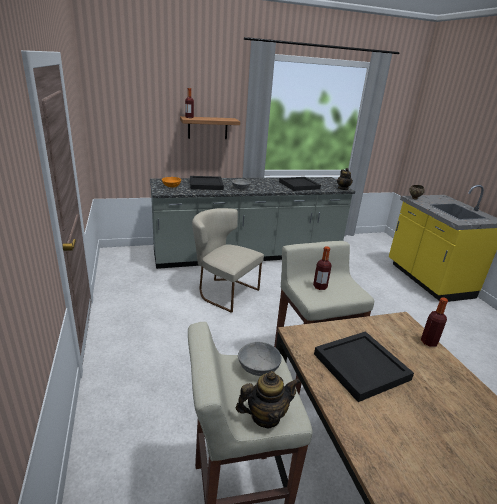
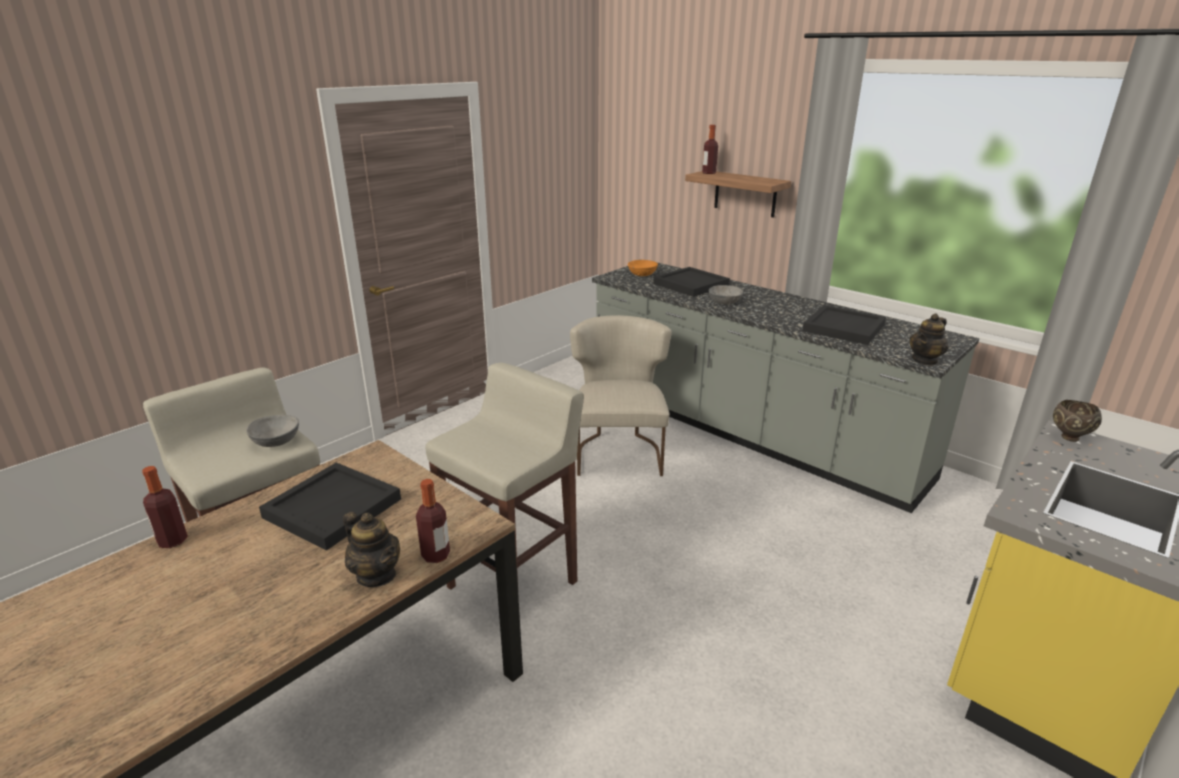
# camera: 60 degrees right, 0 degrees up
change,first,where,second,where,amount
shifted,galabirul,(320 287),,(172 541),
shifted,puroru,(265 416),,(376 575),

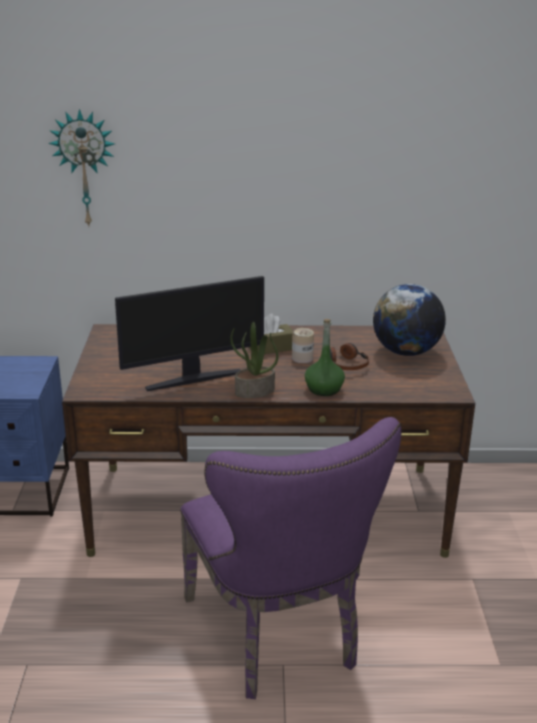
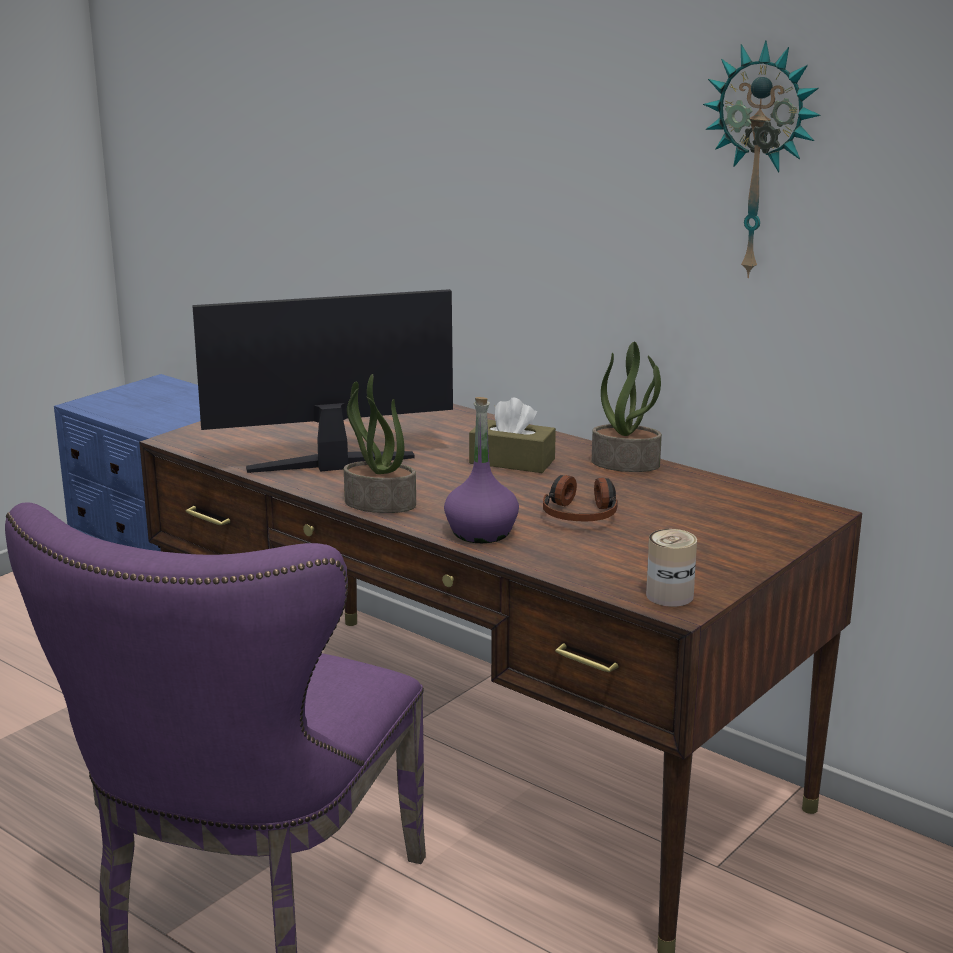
# camera: 40 degrees right, 5 degrees down
change,first,where,second,where,amount
rotated,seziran,(193 379),,(332 465),150 degrees clockwise
repainted,green_galabirul,(323 389),purple_galabirul,(481 532),
new,,,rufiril,(626 463),
shifted,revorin,(302 358),,(669 595),
shifted,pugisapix,(85 168),,(761 161),
gone,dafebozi,(406 352),,,

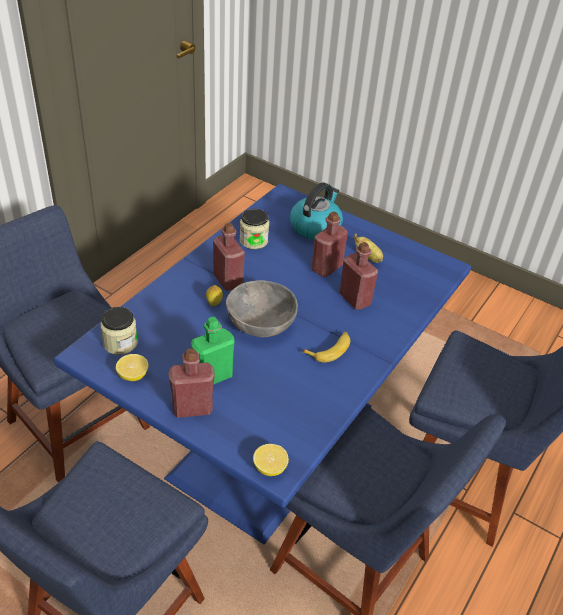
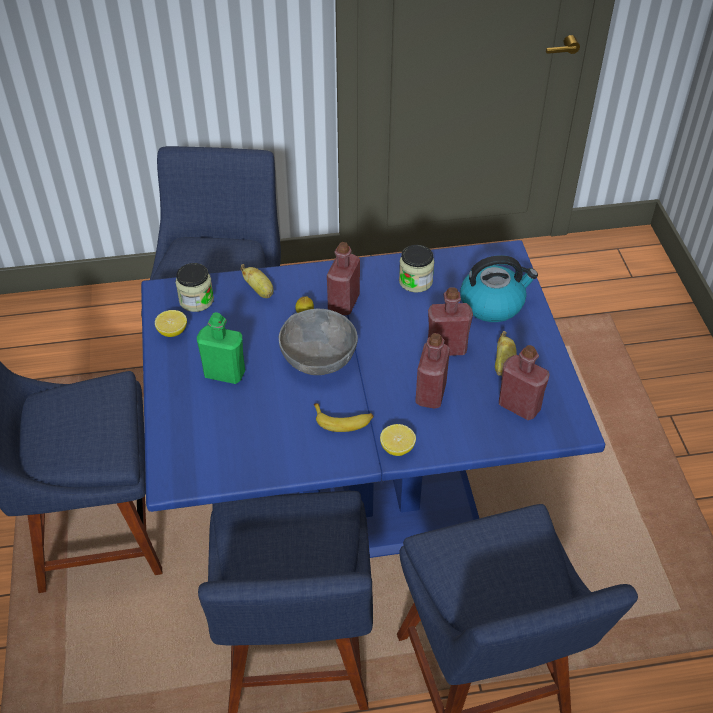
# camera: 50 degrees right, 5 degrees up
change,first,where,second,where,amount
new,,,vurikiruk,(260 291),
shifted,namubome,(270 468),,(397 448),
shifted,red_galabirul,(192 408),,(519 406),

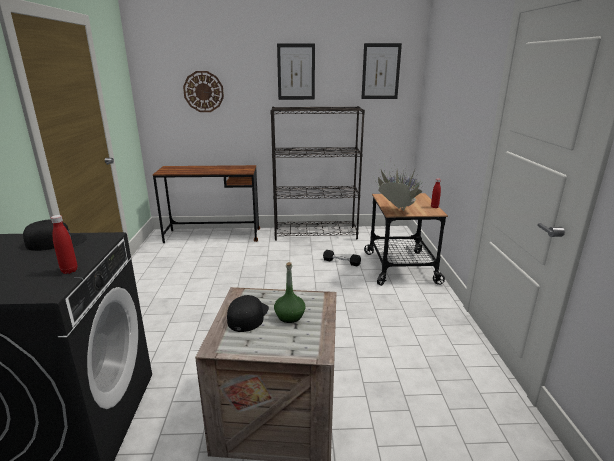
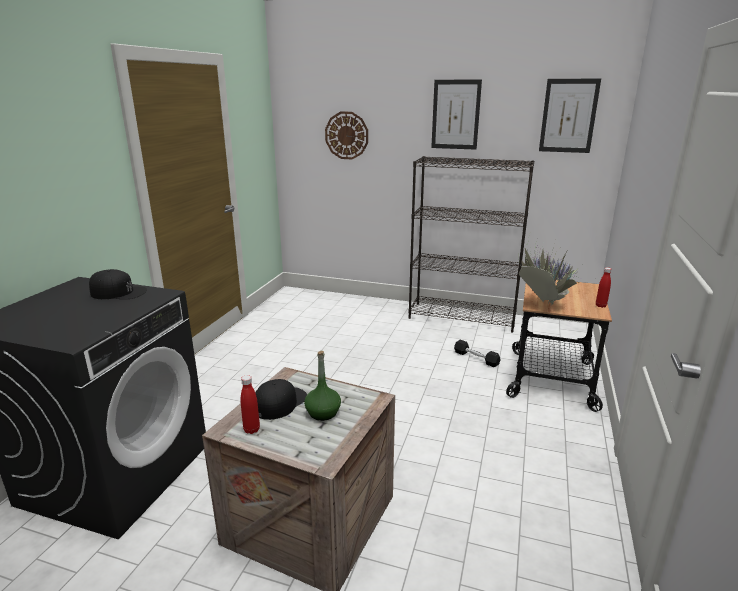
# camera: 20 degrees right, 0 degrees up
change,first,where,second,where,amount
shifted,red_galabirul,(69 271),,(251 430),
gone,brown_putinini,(213 235),,,

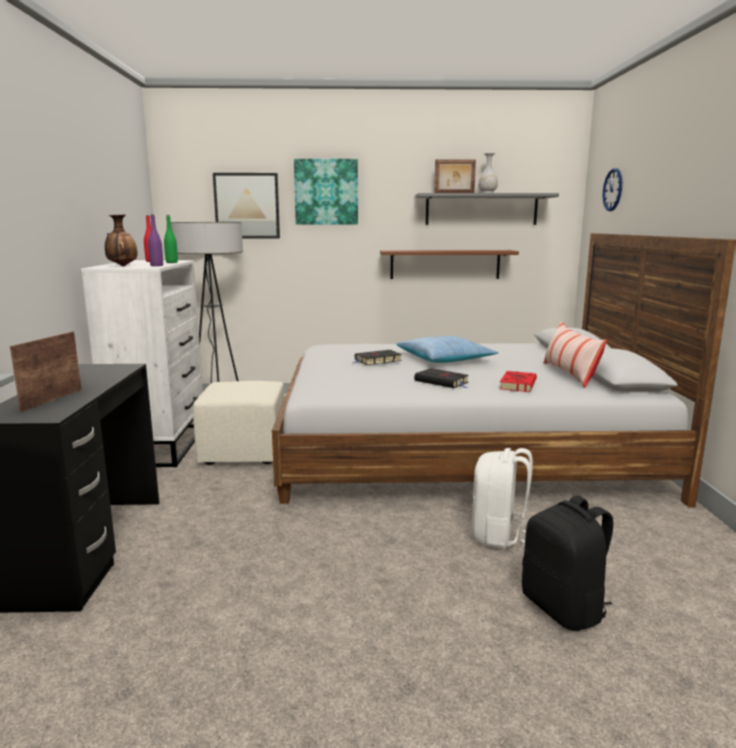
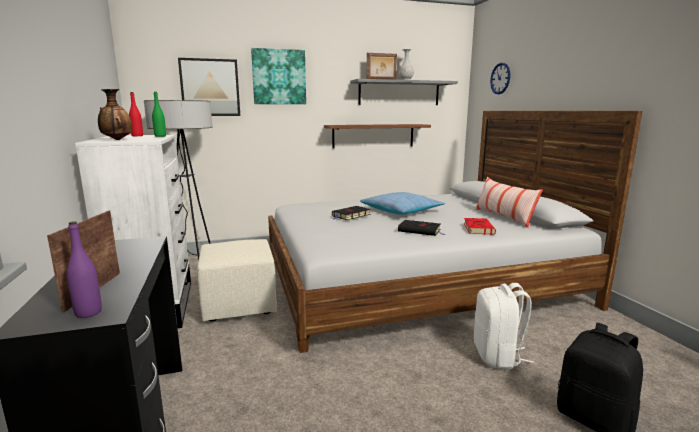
# camera: 15 degrees left, 0 degrees up
change,first,where,second,where,amount
shifted,purple_galabirul,(156 265),,(88 313),

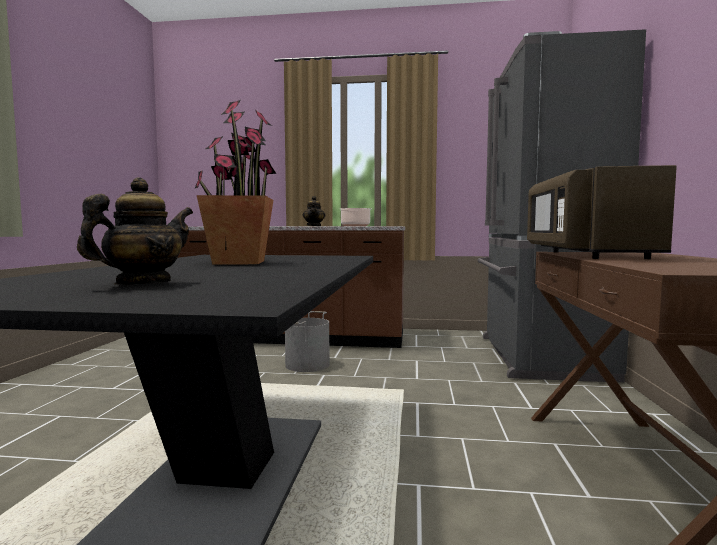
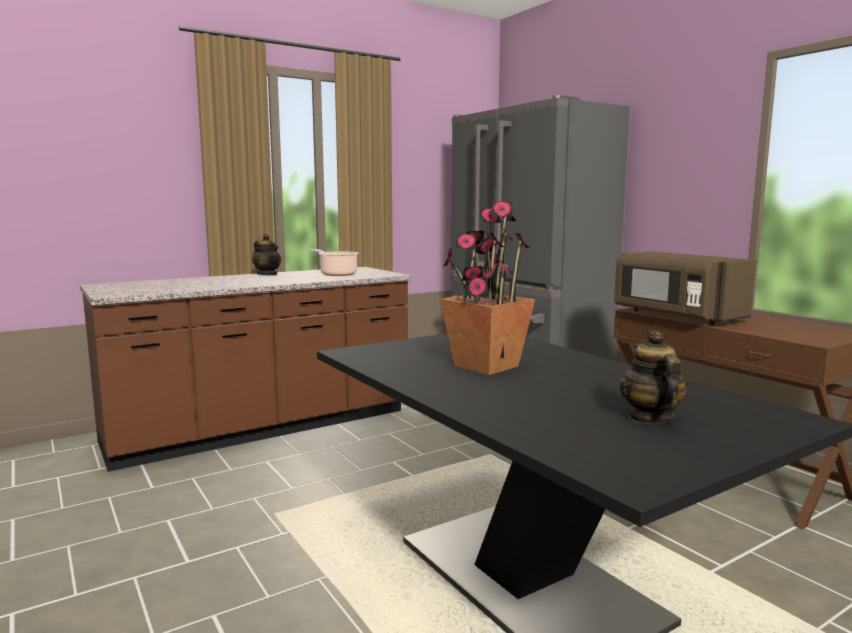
# camera: 40 degrees left, 5 degrees up
change,first,where,second,where,amount
gone,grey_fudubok,(308 365),,,

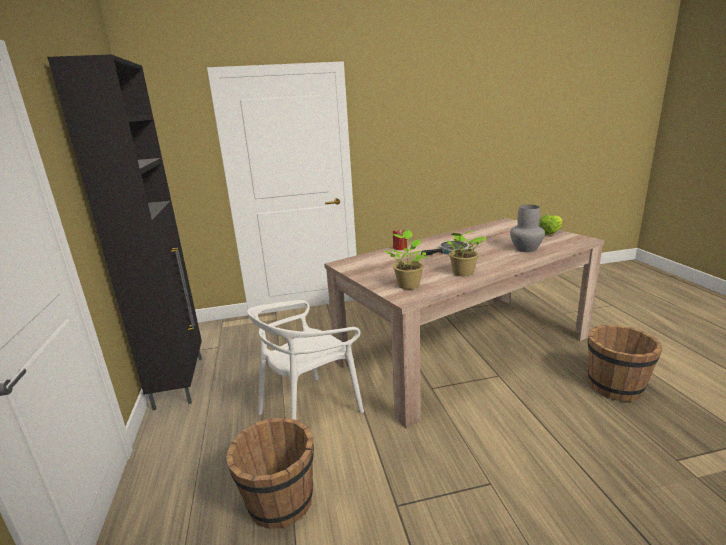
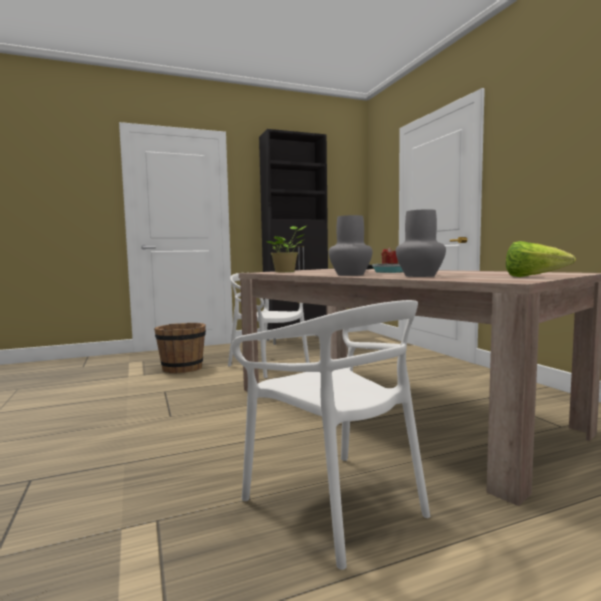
# camera: 80 degrees right, 15 degrees down
change,first,where,second,where,amount
swapped,brown_fudubok,(615 386),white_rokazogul,(335 503),
new,,,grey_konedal,(350 275),
gone,rufiril,(462 273),,,

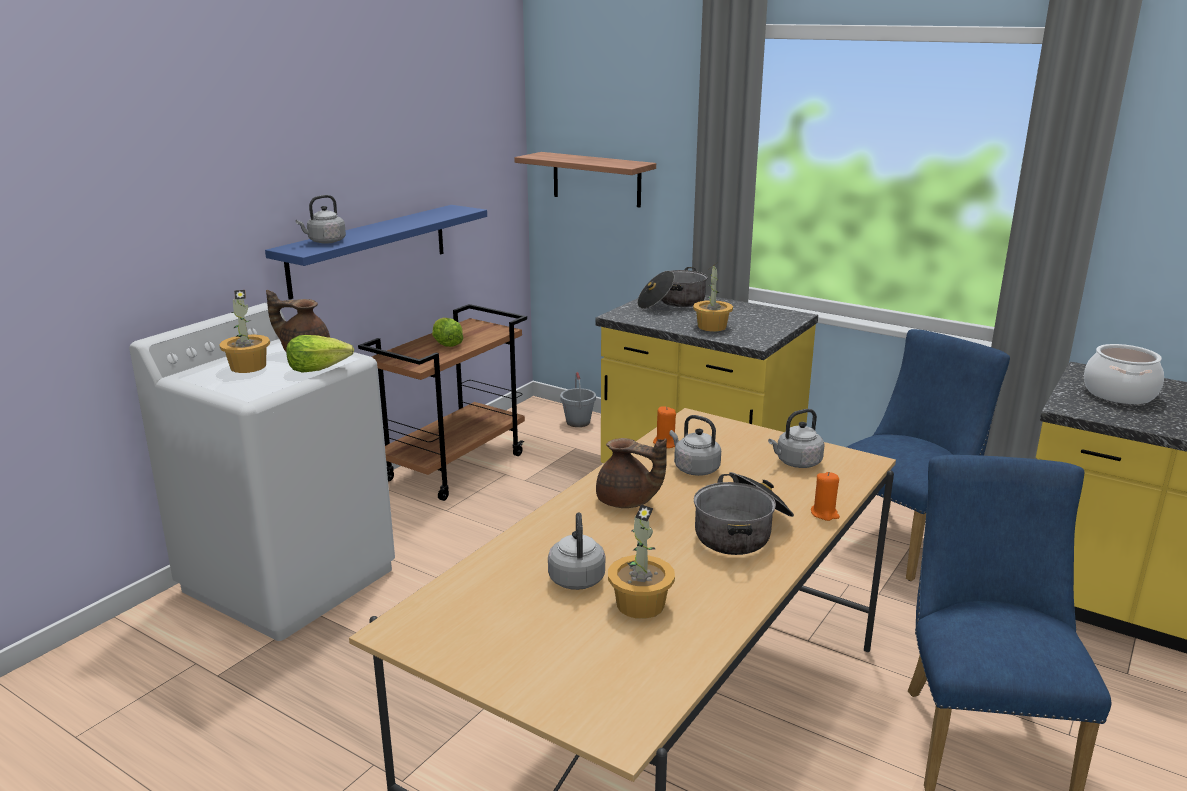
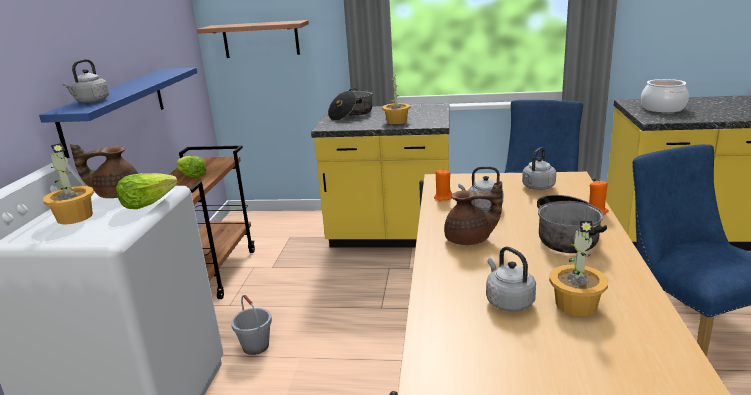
# camera: 25 degrees left, 0 degrees up
change,first,where,second,where,amount
shifted,grey_fudubok,(578 422),,(255 346),

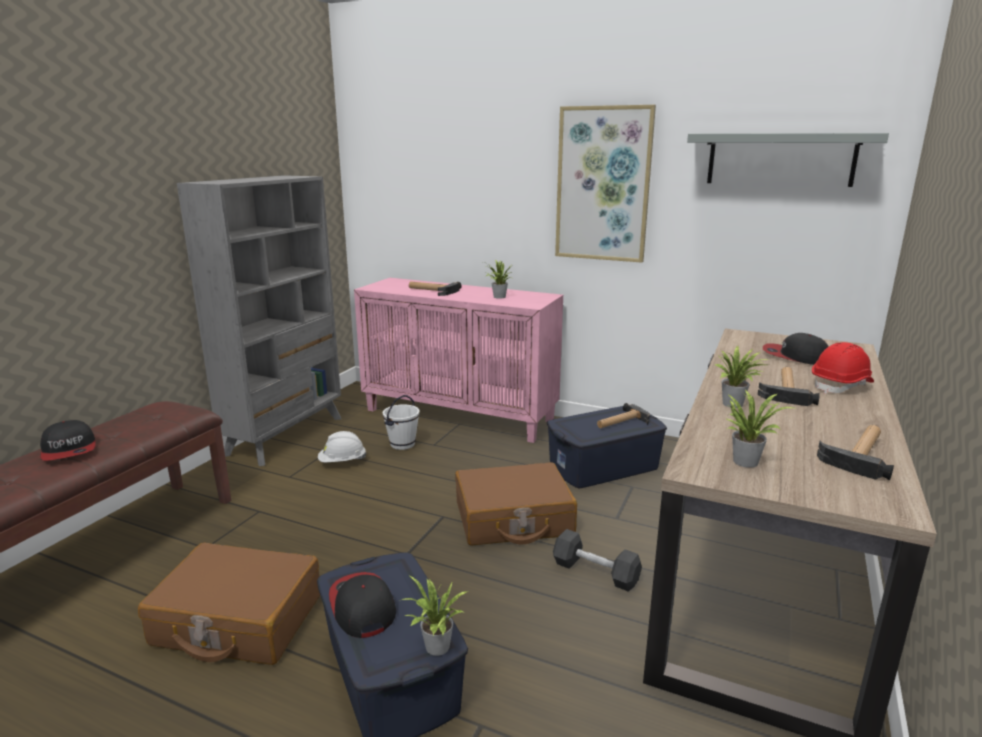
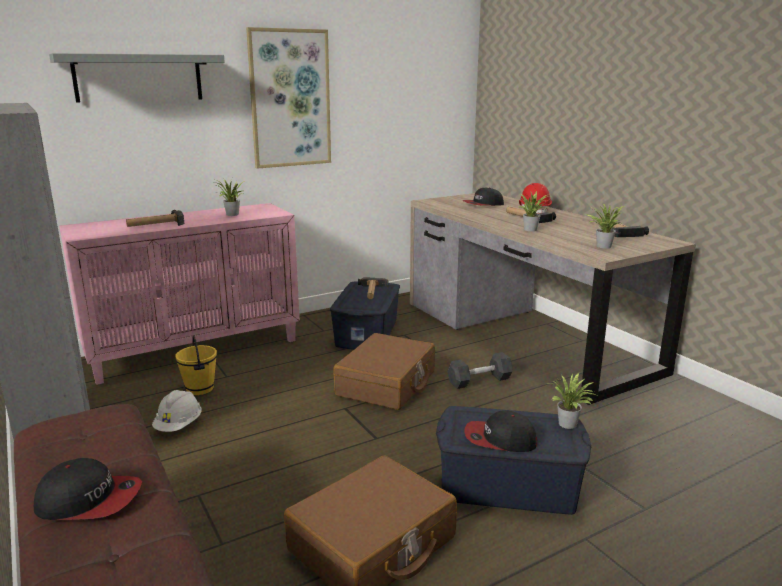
# camera: 55 degrees left, 0 degrees up
change,first,where,second,where,amount
shifted,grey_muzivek,(780 159),,(139 78),
repainted,white_fudubok,(402 444),yellow_fudubok,(199 389),

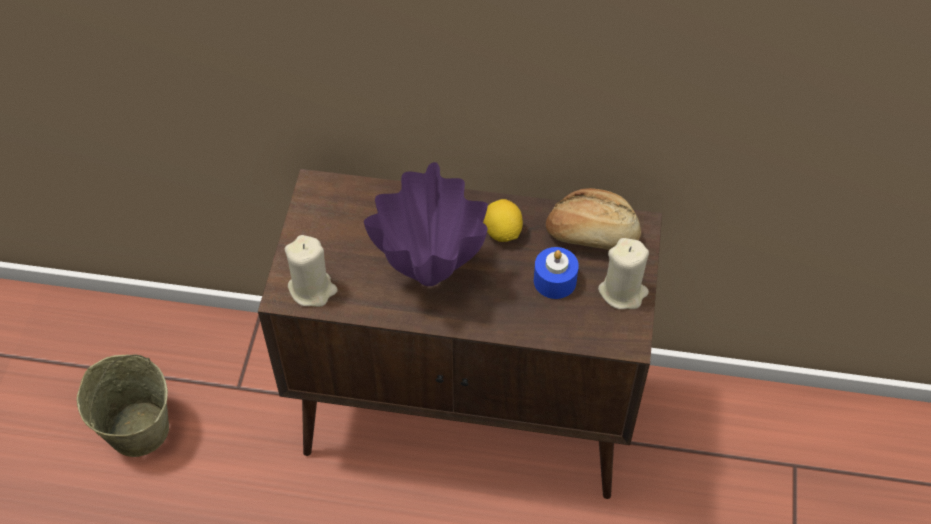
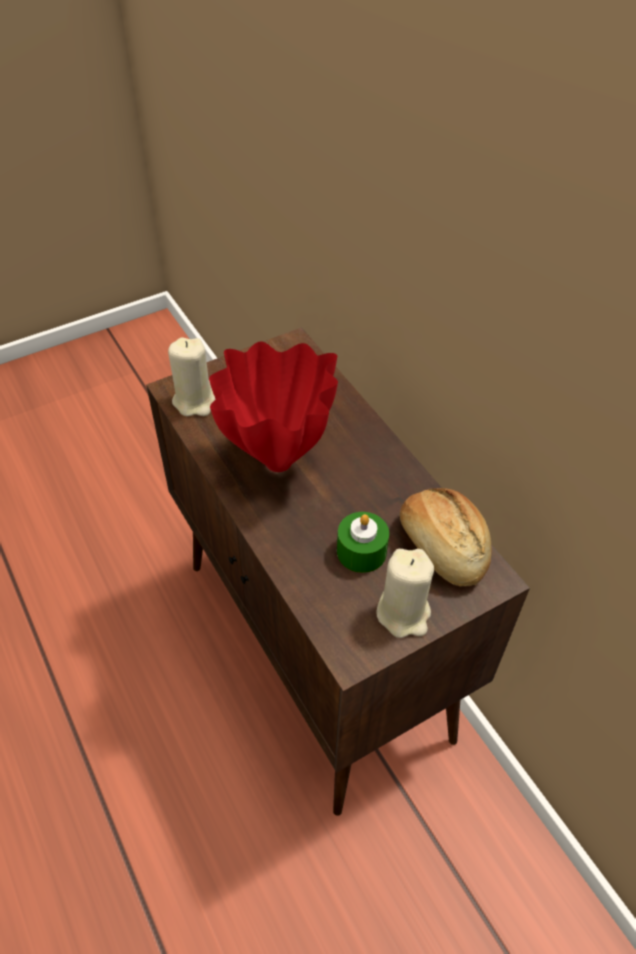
# camera: 50 degrees right, 5 degrees down
change,first,where,second,where,amount
repainted,purple_konedal,(429 278),red_konedal,(276 463),
repainted,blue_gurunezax,(555 280),green_gurunezax,(361 551),
gone,beige_fudubok,(138 429),,,
gone,namubome,(502 232),,,

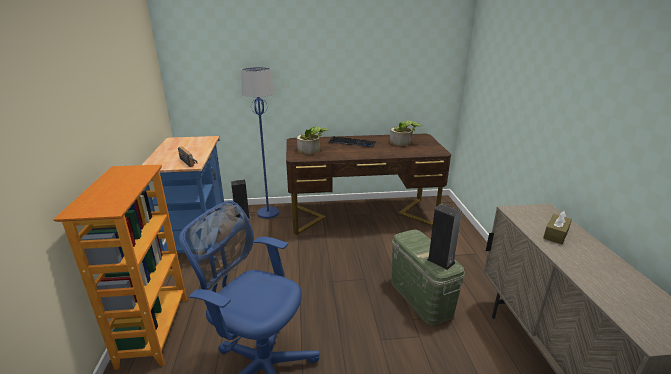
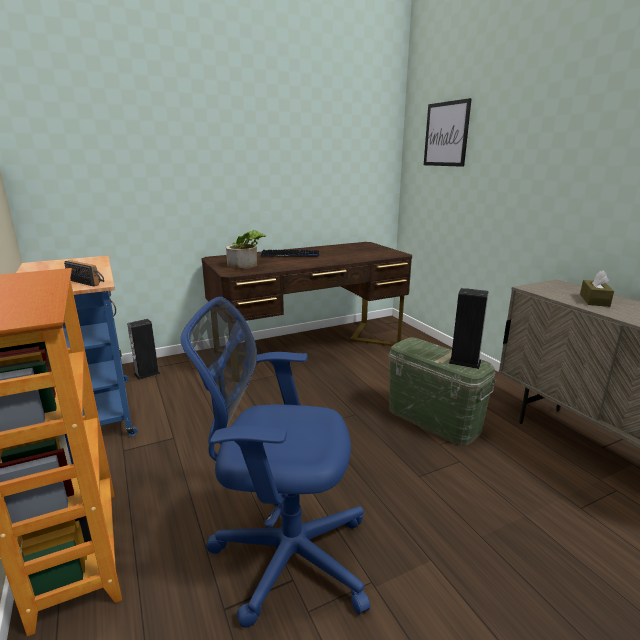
# camera: 20 degrees left, 5 degrees down
change,first,where,second,where,amount
new,,,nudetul,(446 134),
gone,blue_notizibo,(268 213),,,
gone,rufiril,(403 143),,,

